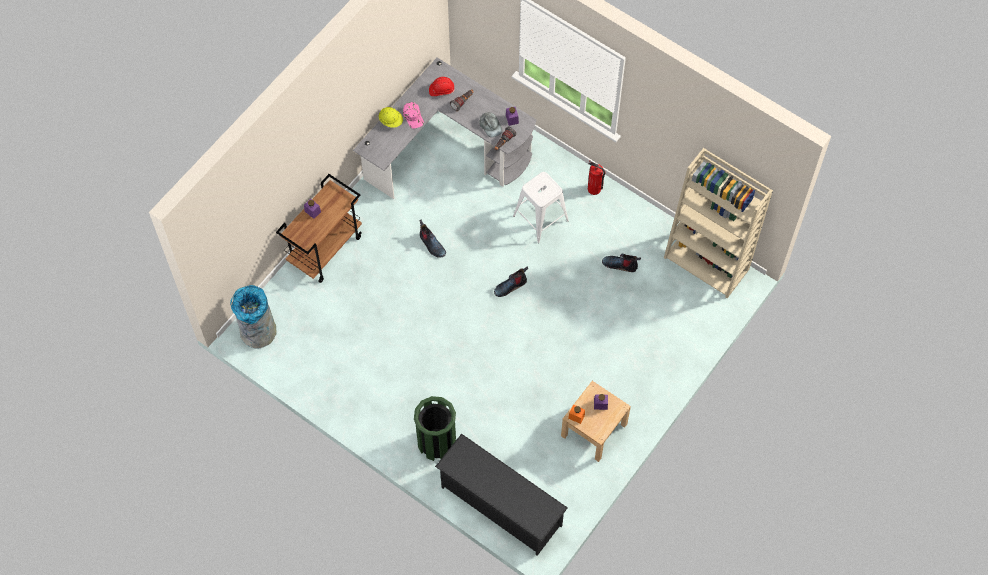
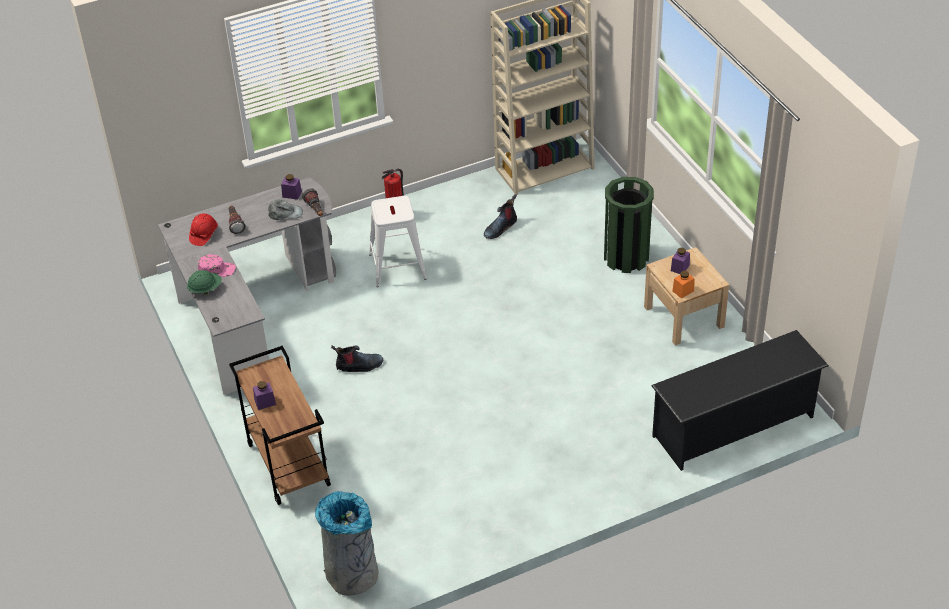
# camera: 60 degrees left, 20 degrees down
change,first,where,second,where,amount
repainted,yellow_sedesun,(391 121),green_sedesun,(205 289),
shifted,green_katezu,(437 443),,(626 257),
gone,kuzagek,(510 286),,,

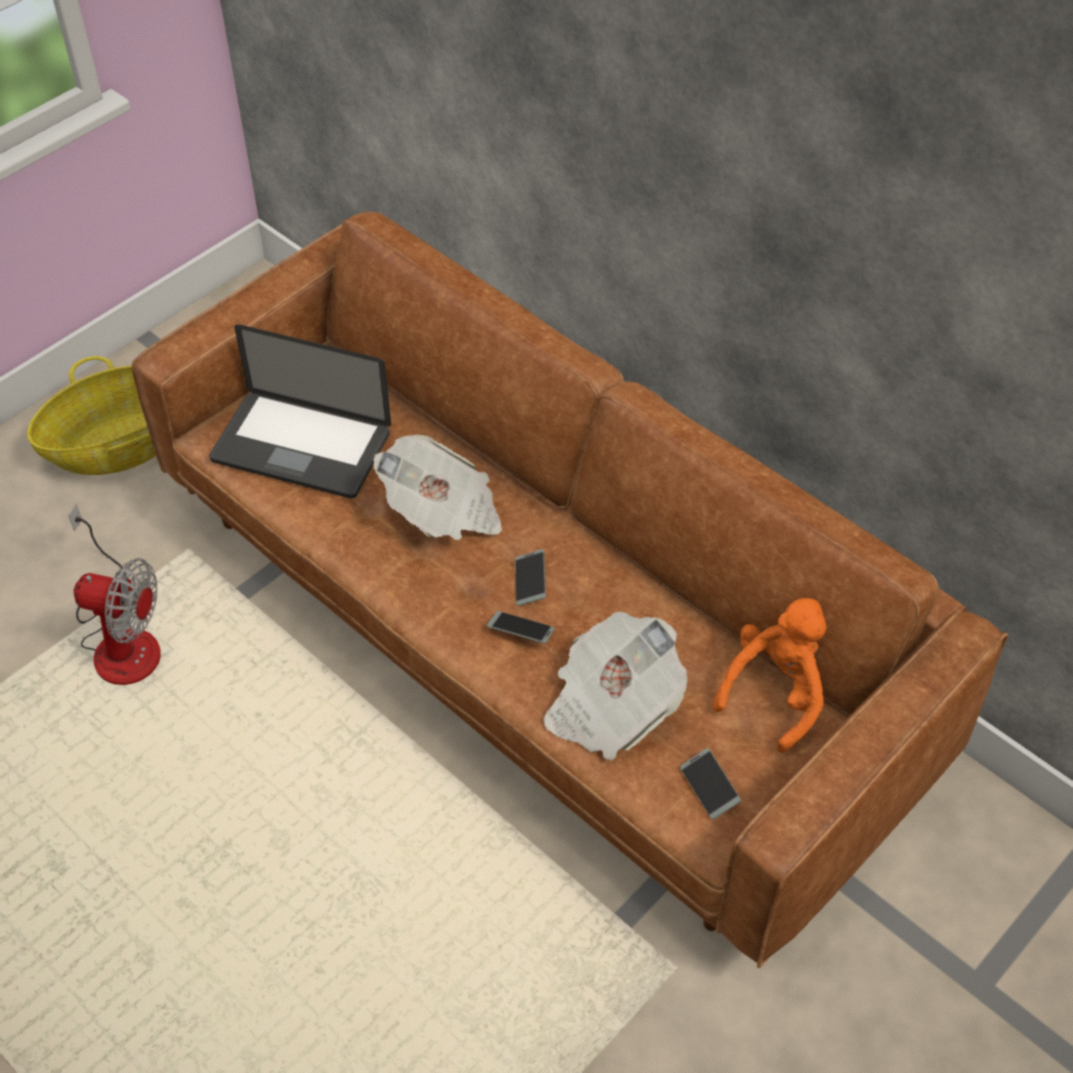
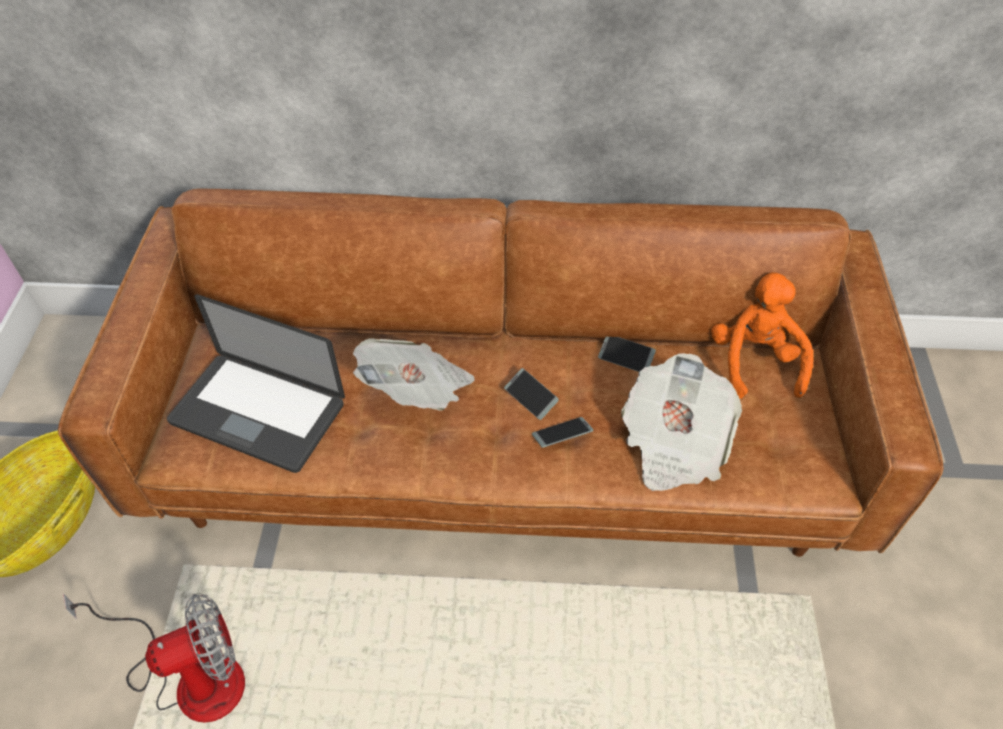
# camera: 40 degrees left, 0 degrees up
change,first,where,second,where,amount
rotated,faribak,(301 447),,(258 413),45 degrees clockwise
shifted,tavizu,(709 787),,(626 357),

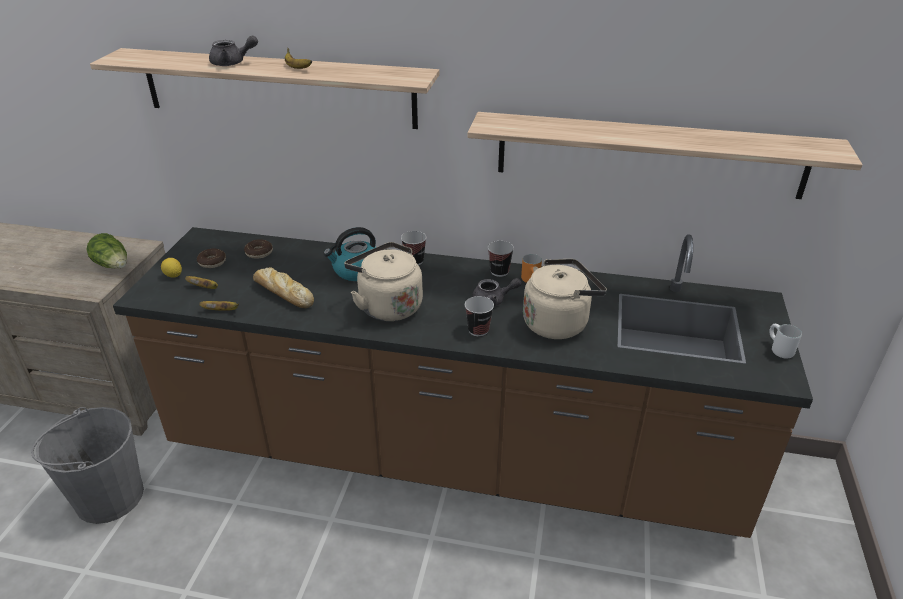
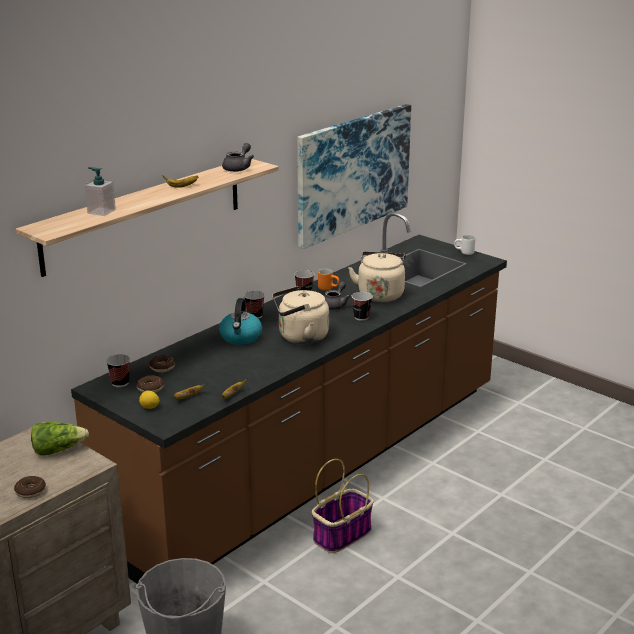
# camera: 60 degrees left, 10 degrees down
change,first,where,second,where,amount
new,,,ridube,(30 491),
new,,,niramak,(101 211),
new,,,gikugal,(120 383),
shifted,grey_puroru,(232 63),,(238 168),
swapped,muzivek,(649 155),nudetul,(353 173),
new,,,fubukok,(342 535),
gone,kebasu,(282 293),,,

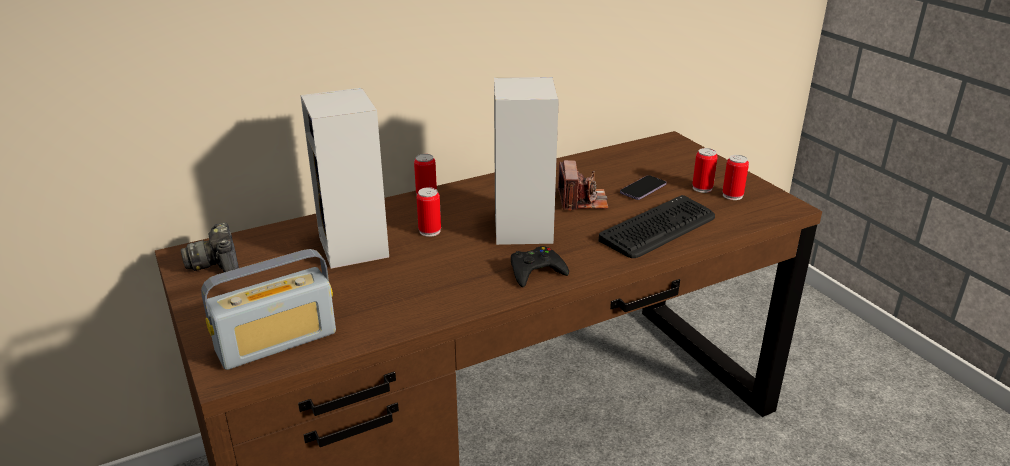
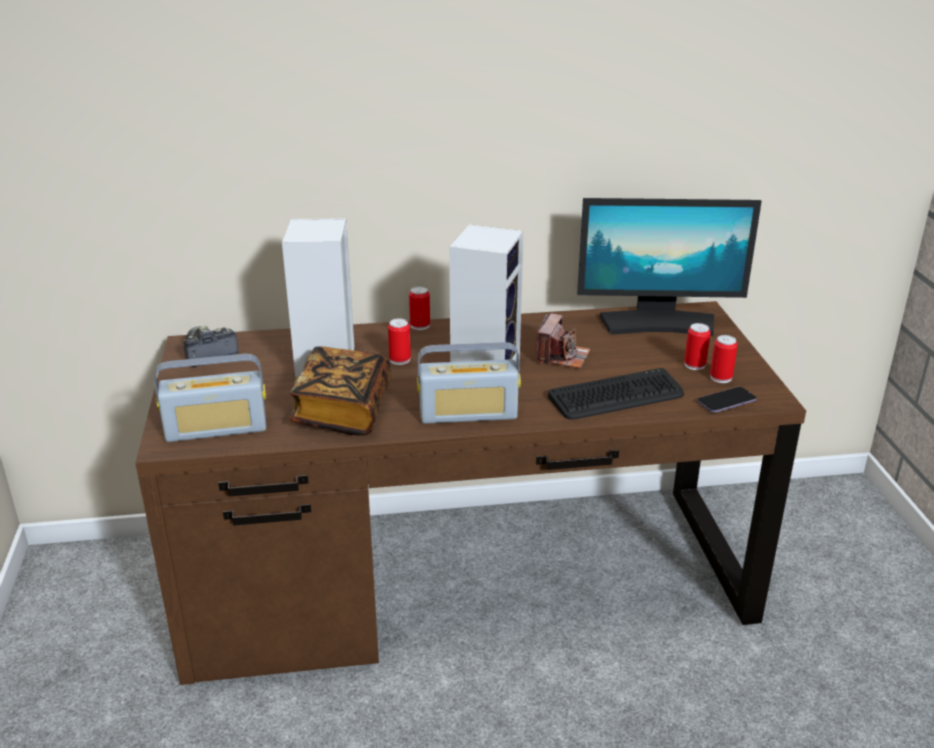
# camera: 20 degrees right, 0 degrees up
change,first,where,second,where,amount
rotated,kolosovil,(217 263),,(209 355),60 degrees clockwise
new,,,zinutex,(343 411),
swapped,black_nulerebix,(536 271),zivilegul,(468 414),
new,,,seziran,(658 323),
shifted,tavizu,(643 189),,(726 401),

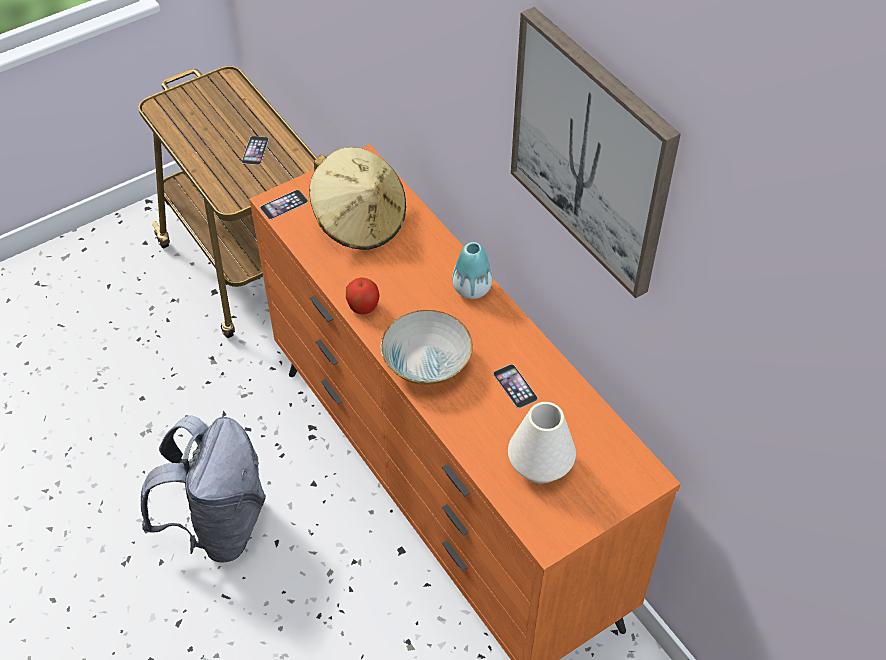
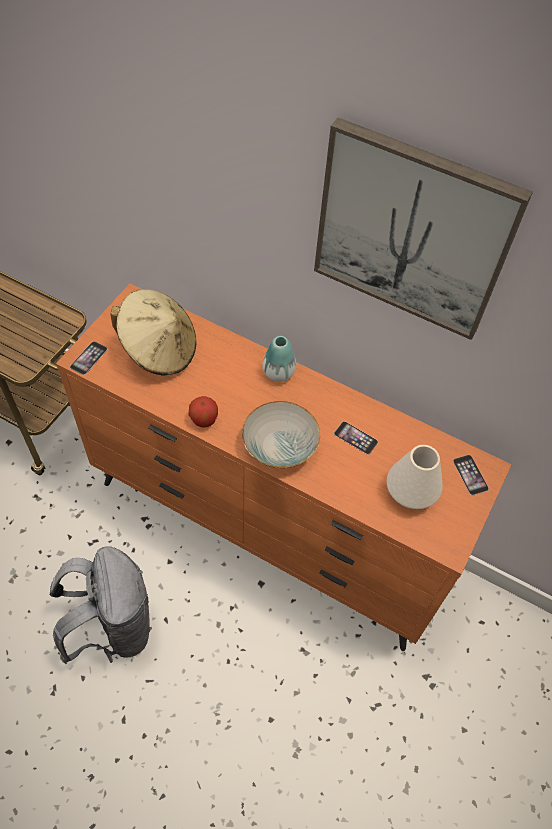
# camera: 30 degrees left, 5 degrees up
change,first,where,second,where,amount
shifted,tavizu,(255 150),,(470 474),

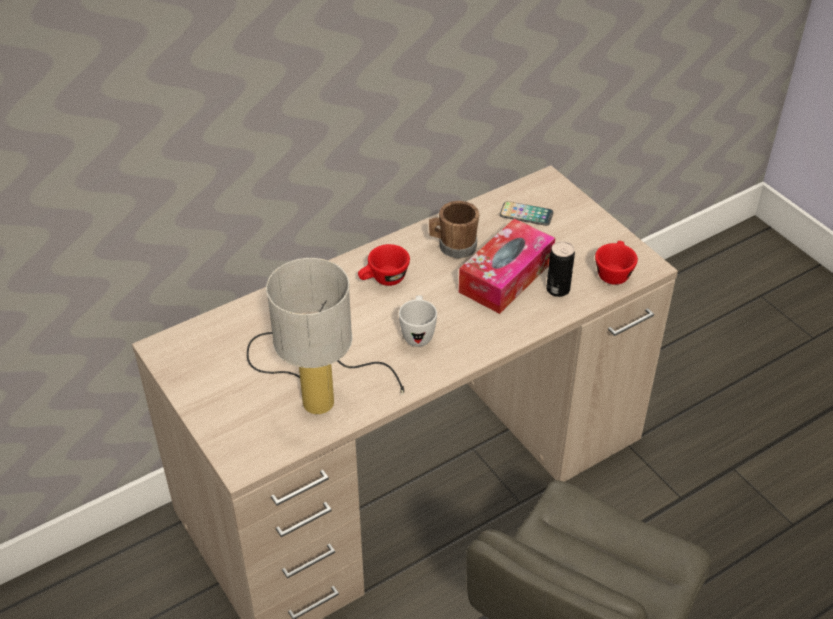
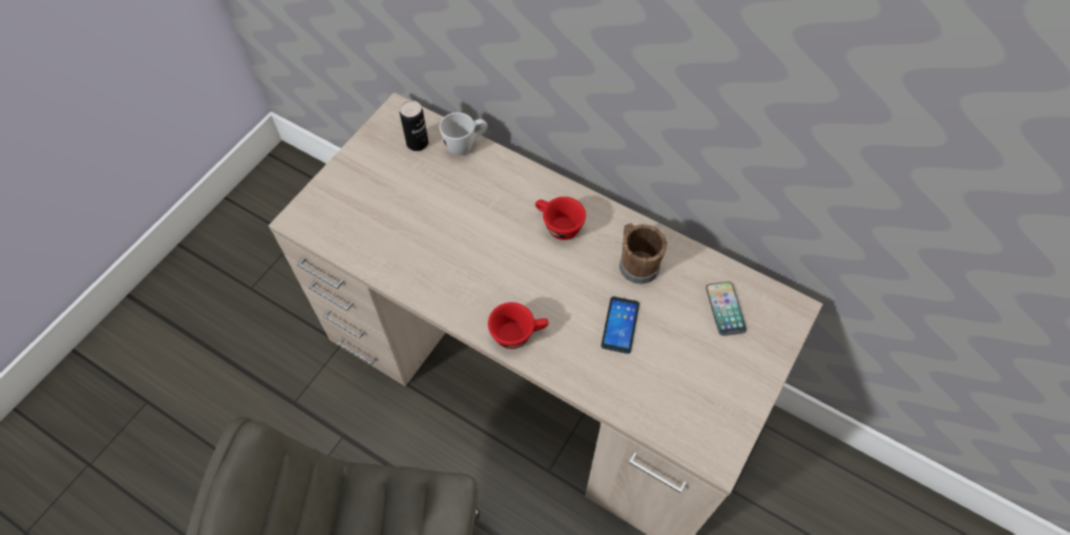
# camera: 65 degrees right, 15 degrees up
change,first,where,second,where,amount
shifted,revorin,(558 289),,(417 143),
shifted,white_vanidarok,(418 334),,(466 146),
shifted,red_gikugal,(613 272),,(518 333),
swapped,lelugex,(506 277),tavizu,(620 325),
gone,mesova,(318 385),,,

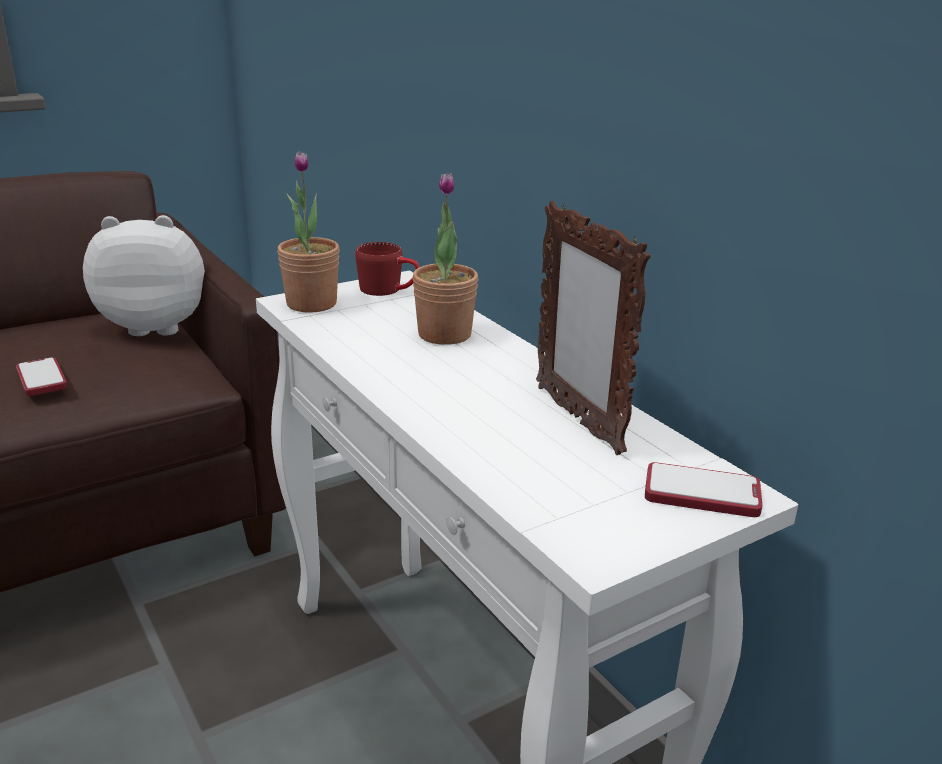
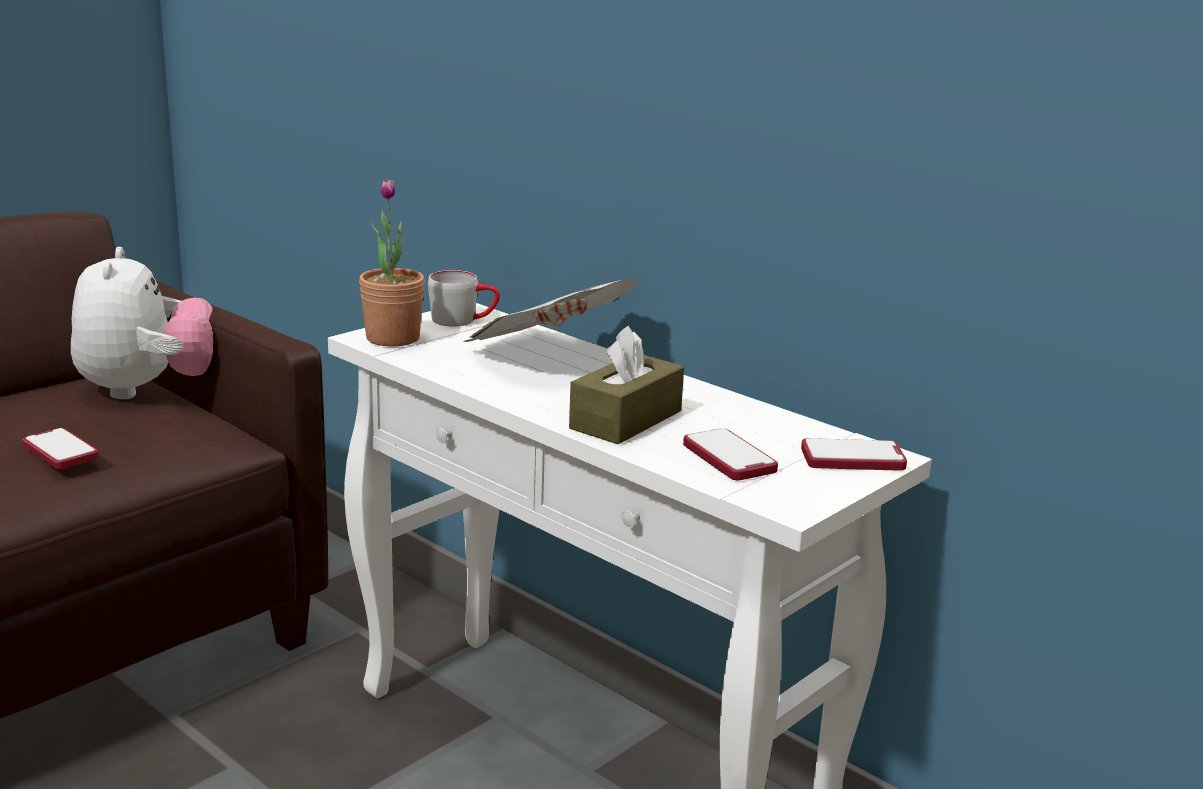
# camera: 15 degrees left, 5 degrees down
change,first,where,second,where,amount
rotated,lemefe,(156 326),,(147 390),105 degrees clockwise
repainted,red_vanidarok,(389 290),grey_vanidarok,(464 320),
swapped,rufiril,(444 334),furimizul,(549 356),
new,,,brown_lelugex,(626 420),
new,,,tavizu,(729 457),
gone,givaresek,(577 419),,,

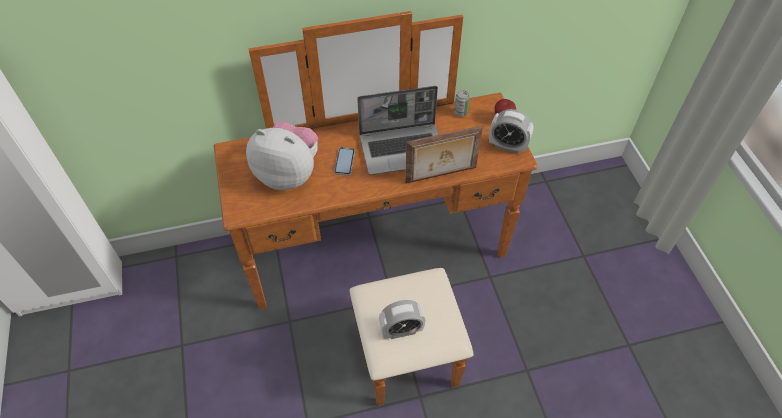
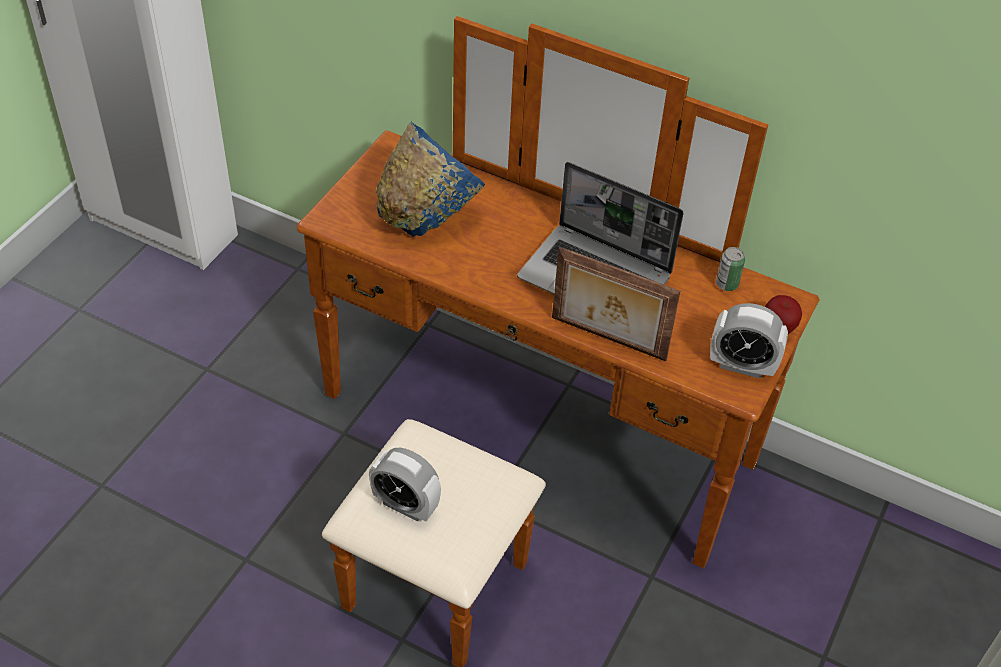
# camera: 40 degrees right, 5 degrees down
change,first,where,second,where,amount
swapped,lemefe,(288 174),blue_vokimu,(427 215),
rotated,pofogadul,(507 146),,(742 365),45 degrees counterclockwise
gone,tavizu,(344 162),,,

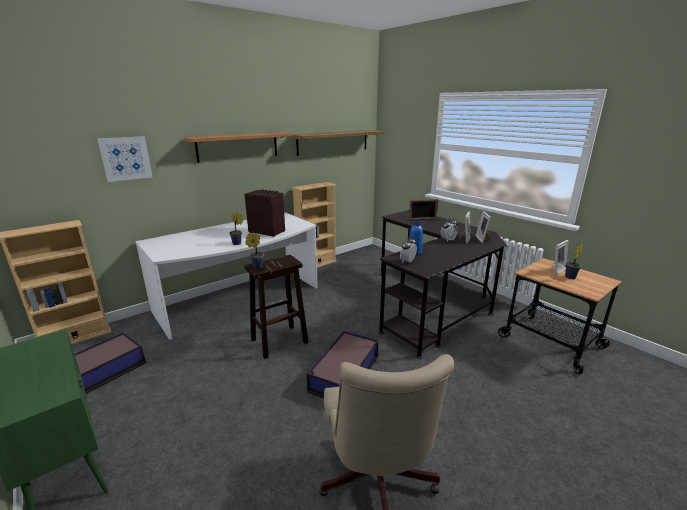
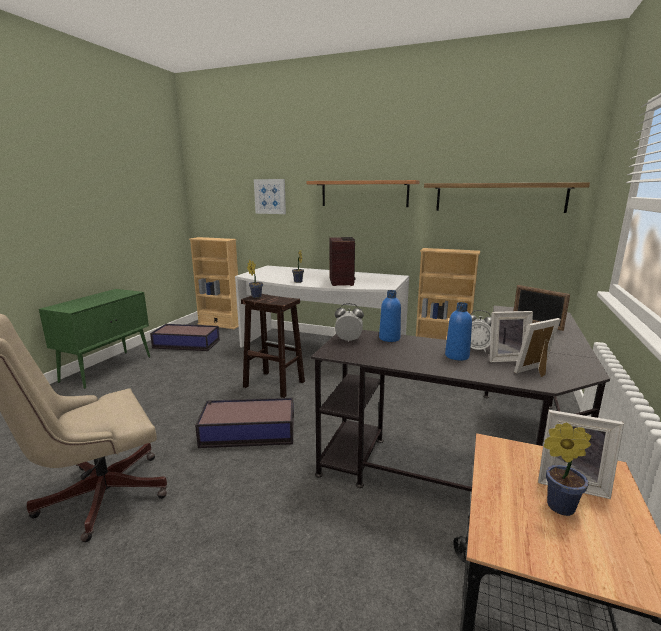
# camera: 60 degrees right, 5 degrees down
change,first,where,second,where,amount
new,,,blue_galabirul,(457 356),

